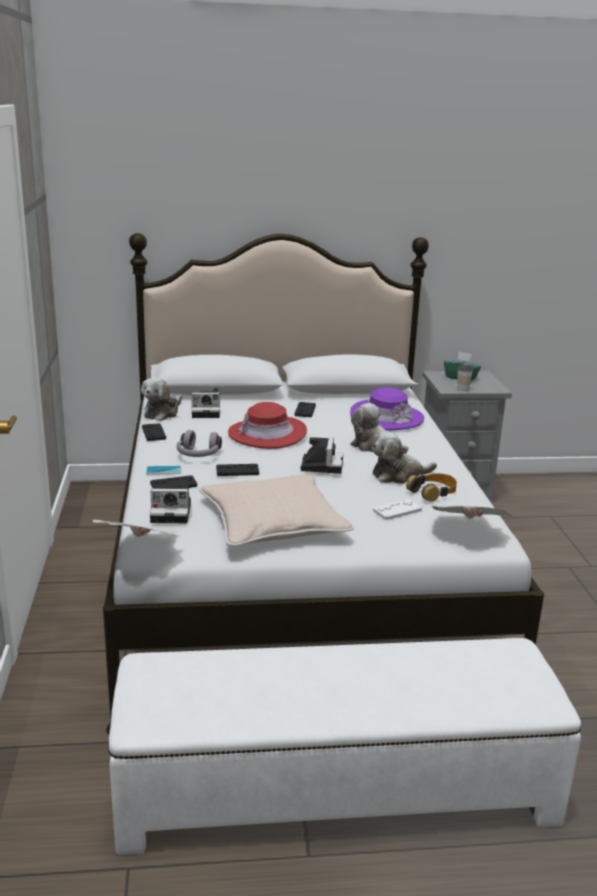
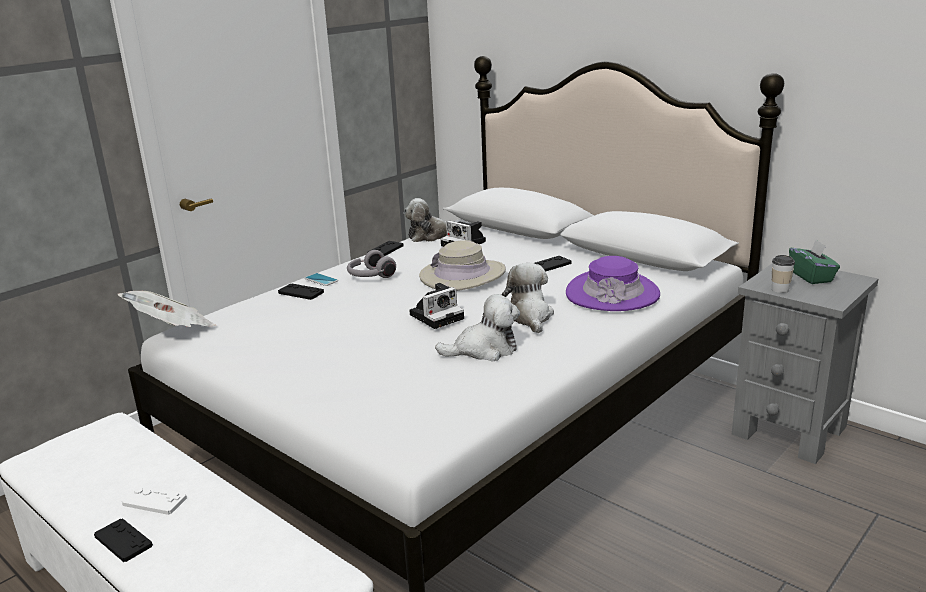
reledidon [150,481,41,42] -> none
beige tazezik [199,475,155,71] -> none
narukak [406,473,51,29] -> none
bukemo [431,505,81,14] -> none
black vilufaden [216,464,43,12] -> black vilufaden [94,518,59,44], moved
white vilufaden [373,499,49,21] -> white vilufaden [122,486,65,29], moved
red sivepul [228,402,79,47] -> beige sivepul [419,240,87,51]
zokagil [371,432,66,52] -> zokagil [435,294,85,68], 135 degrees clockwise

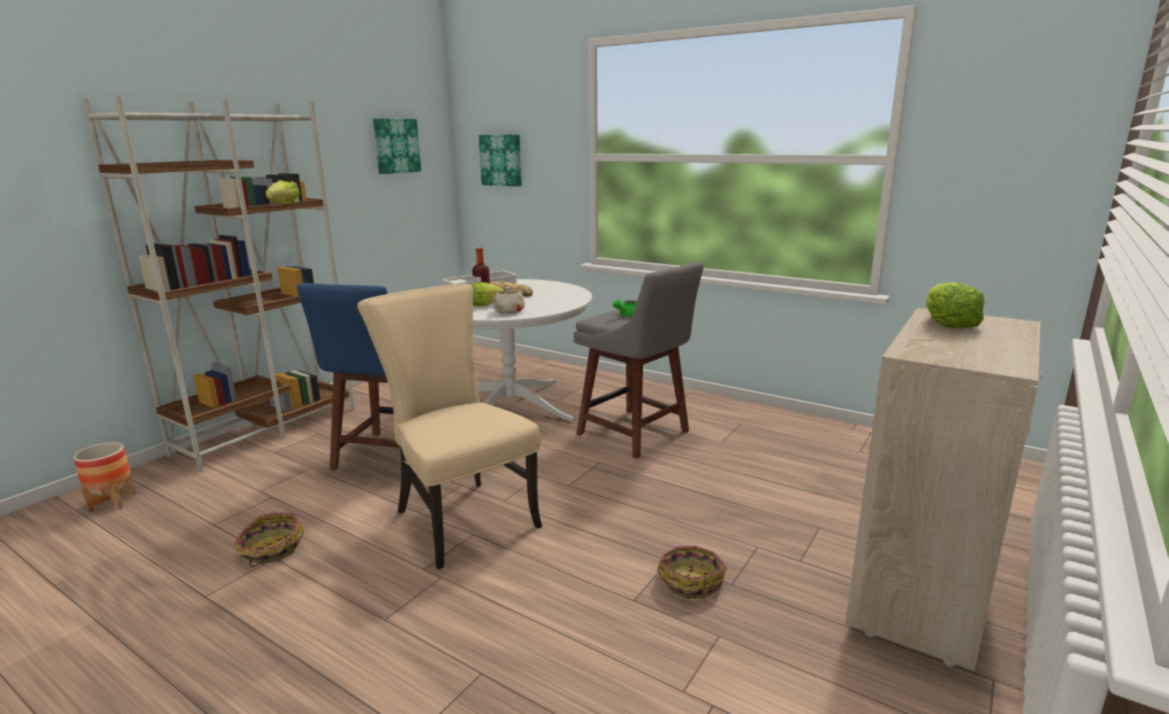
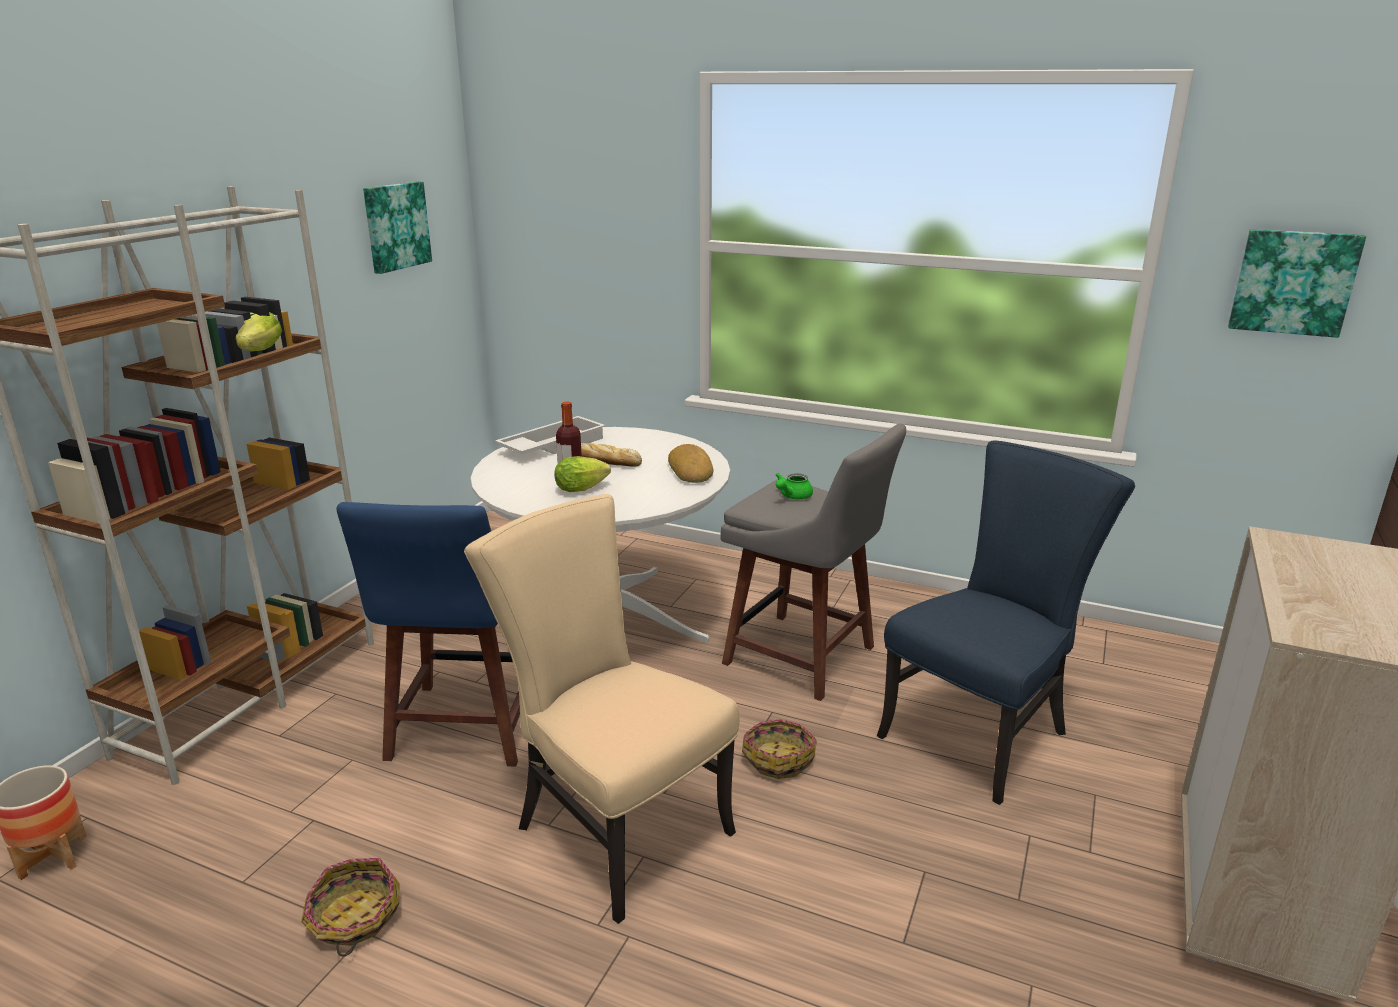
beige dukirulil [492,287,33,27] -> none
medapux [926,282,59,47] -> none
none -> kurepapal [668,444,46,39]
none -> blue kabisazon [877,441,258,364]
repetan [479,134,43,52] -> repetan [1228,229,138,109], moved
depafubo [657,546,70,53] -> depafubo [742,719,75,60], moved

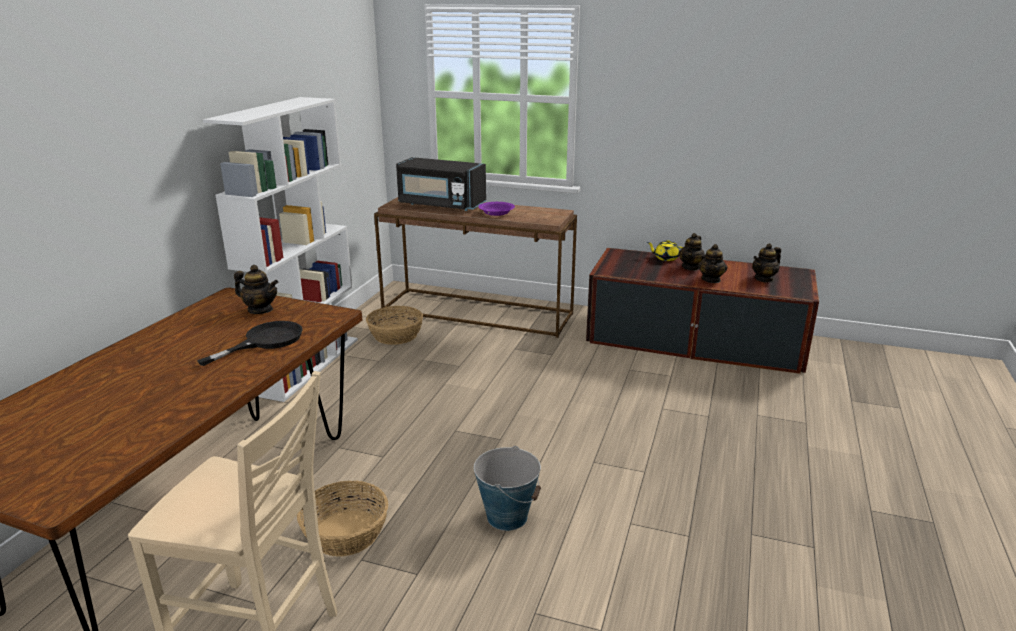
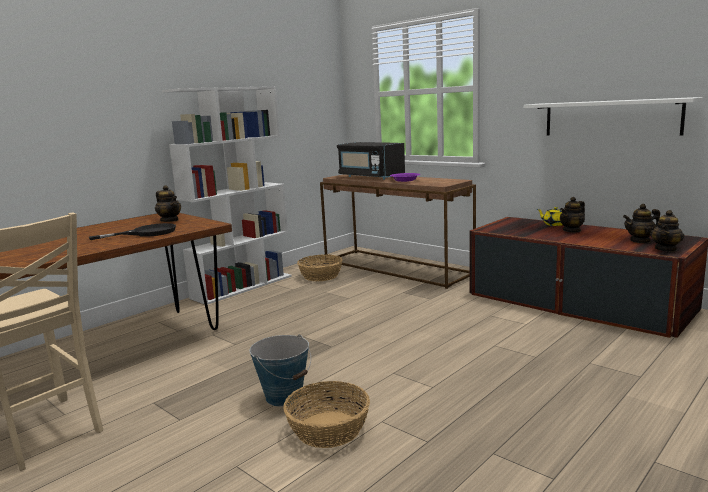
none -> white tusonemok [523,97,180,39]
depafubo [297,481,91,76] -> depafubo [283,381,87,67], moved
dukirulil [698,244,30,39] -> dukirulil [650,210,35,42], moved

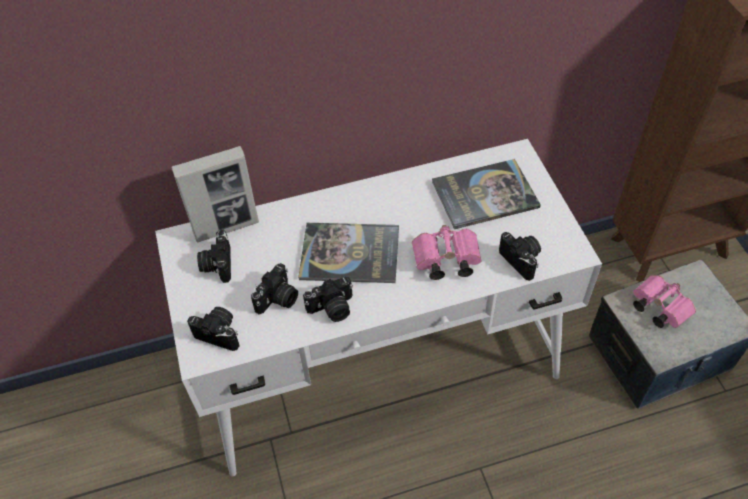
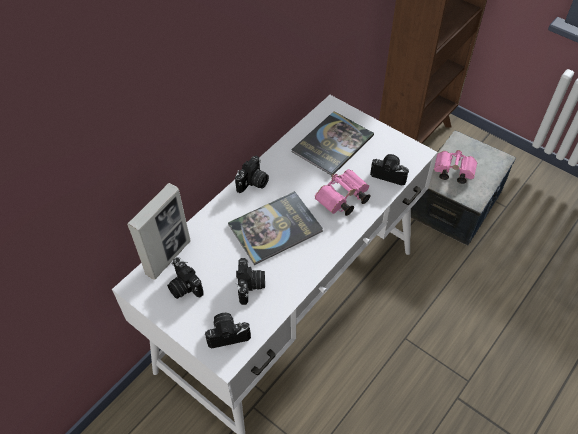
reledidon [303,277,50,45] -> reledidon [235,156,34,37], moved

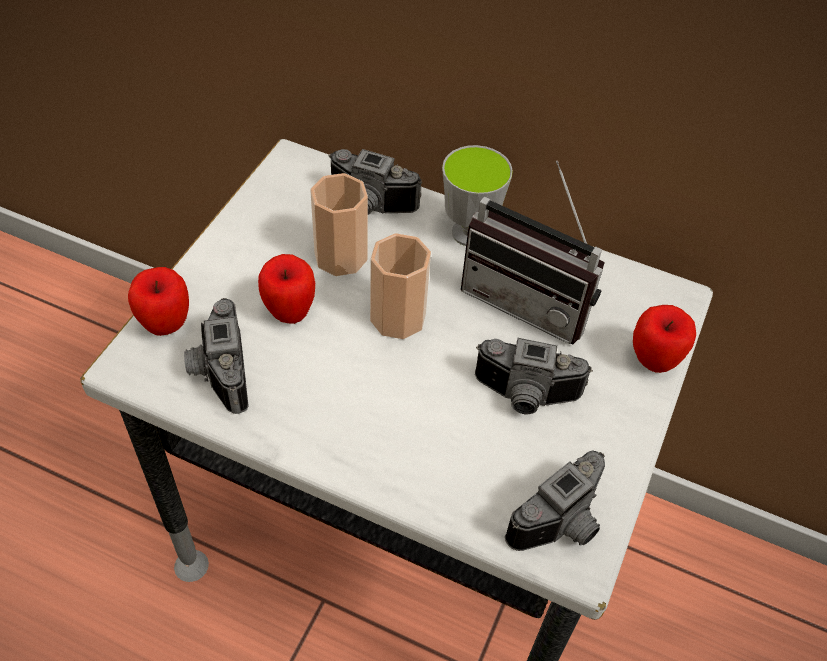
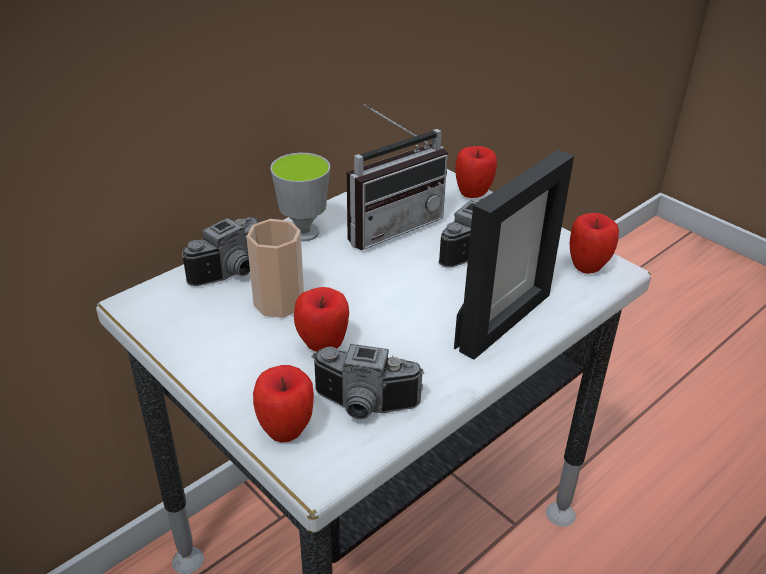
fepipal [370,233,61,106] -> none
none -> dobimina [454,150,120,210]
reledidon [505,450,100,101] -> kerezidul [570,213,49,61]

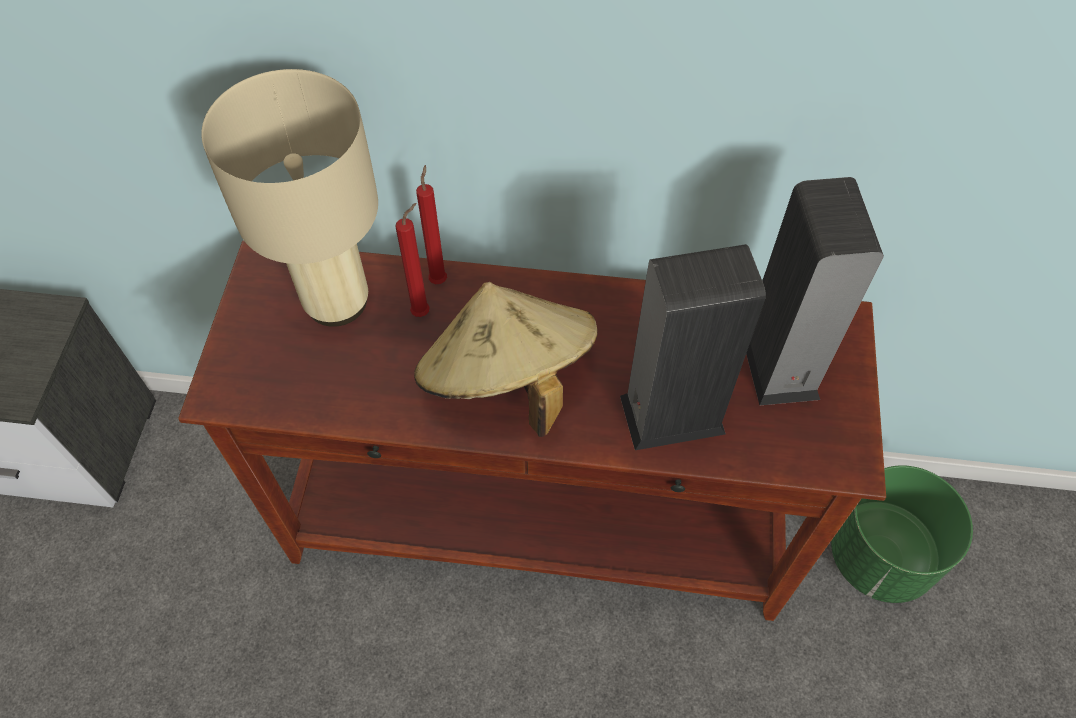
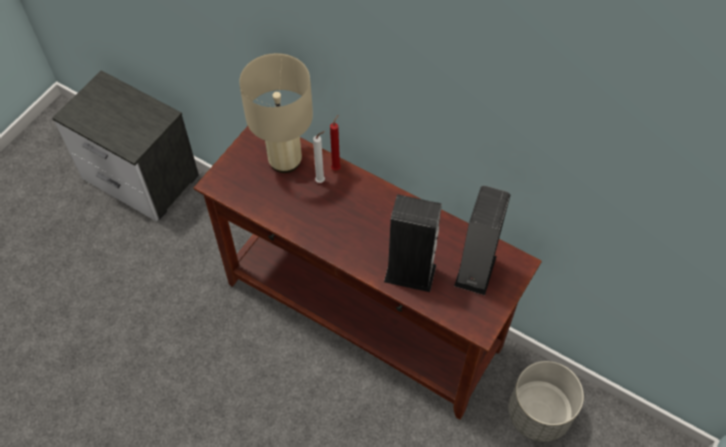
beige sivepul [414,282,183,155] -> none
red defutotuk [395,203,35,114] -> white defutotuk [313,131,12,52]
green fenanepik [831,465,142,138] -> grey fenanepik [508,361,76,81]

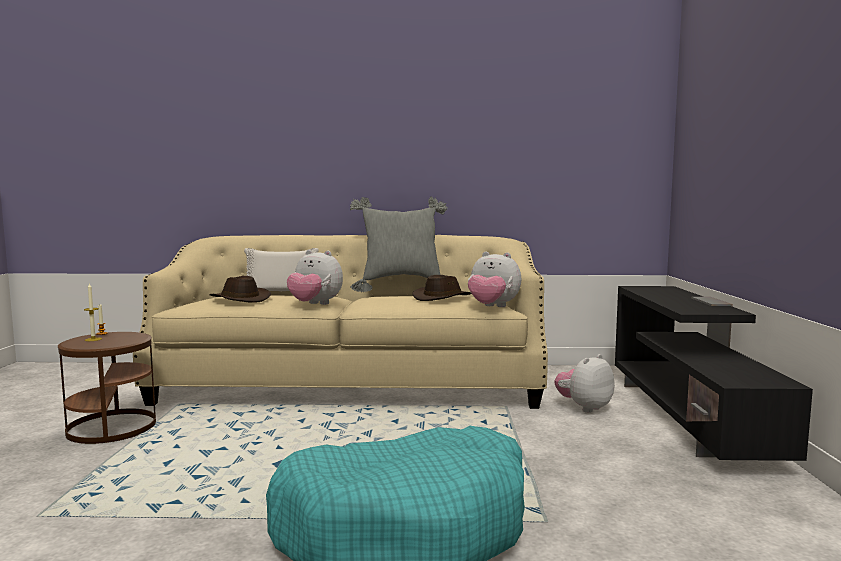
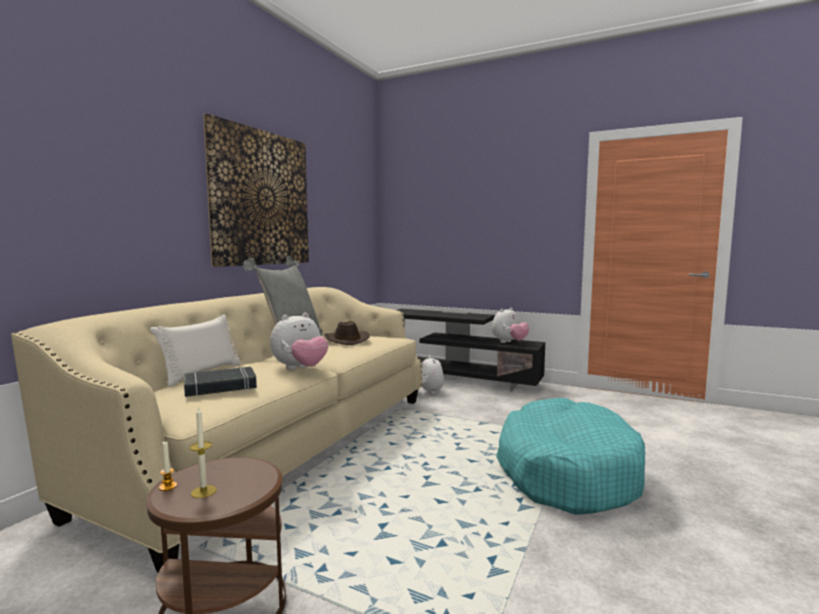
none -> repetan [203,113,106,154]
zokagil [468,252,53,55] -> zokagil [492,308,37,35], moved
brown sivepul [210,276,61,27] -> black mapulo [184,367,73,30]

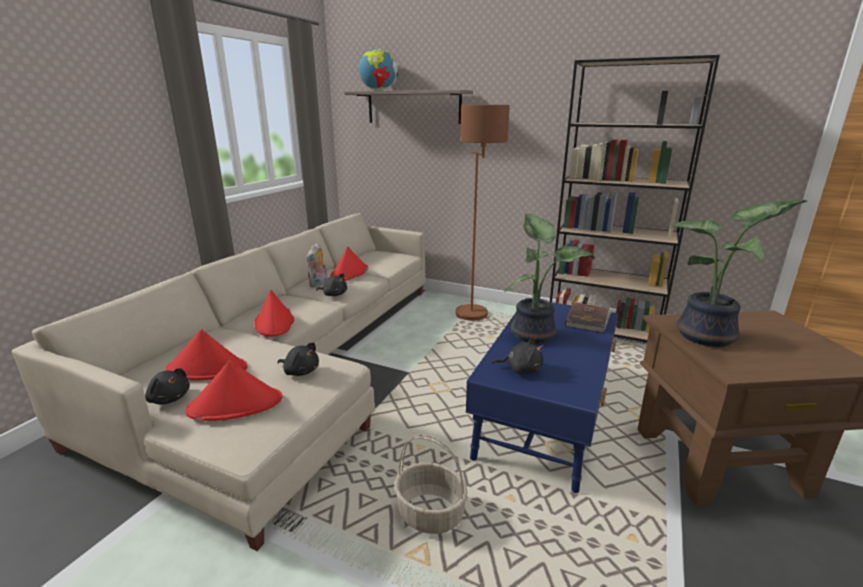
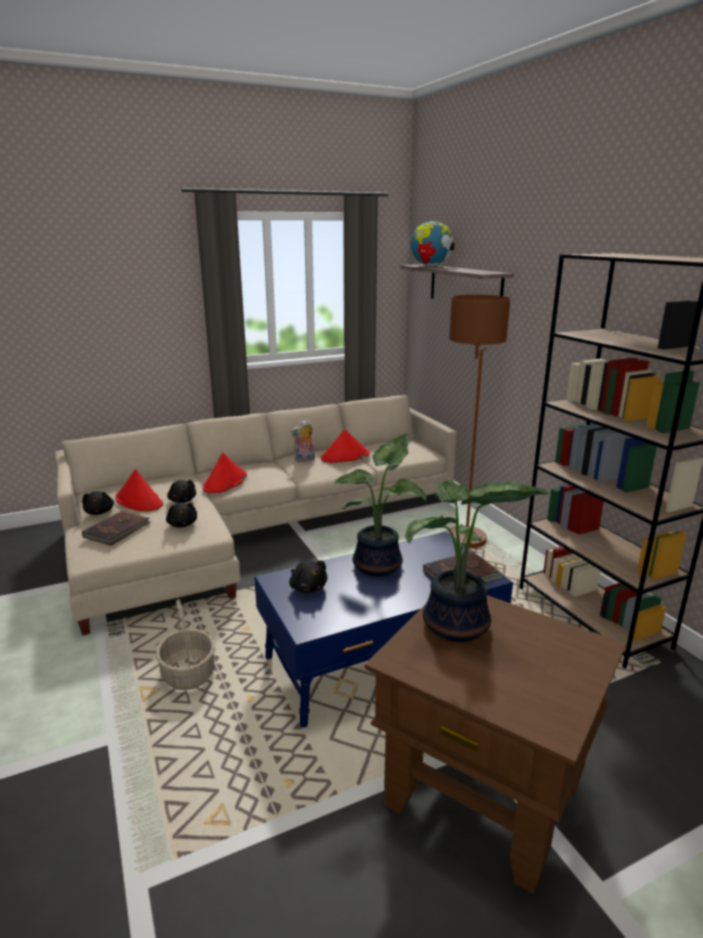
black zokagil [316,273,31,23] -> black zokagil [167,480,29,23], moved
red sivepul [185,360,97,61] -> brown mapulo [82,511,69,34]

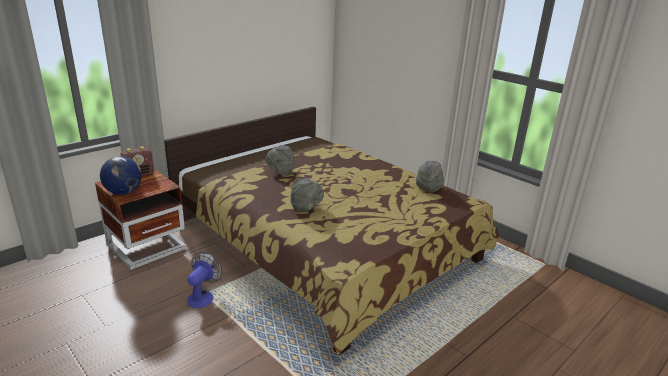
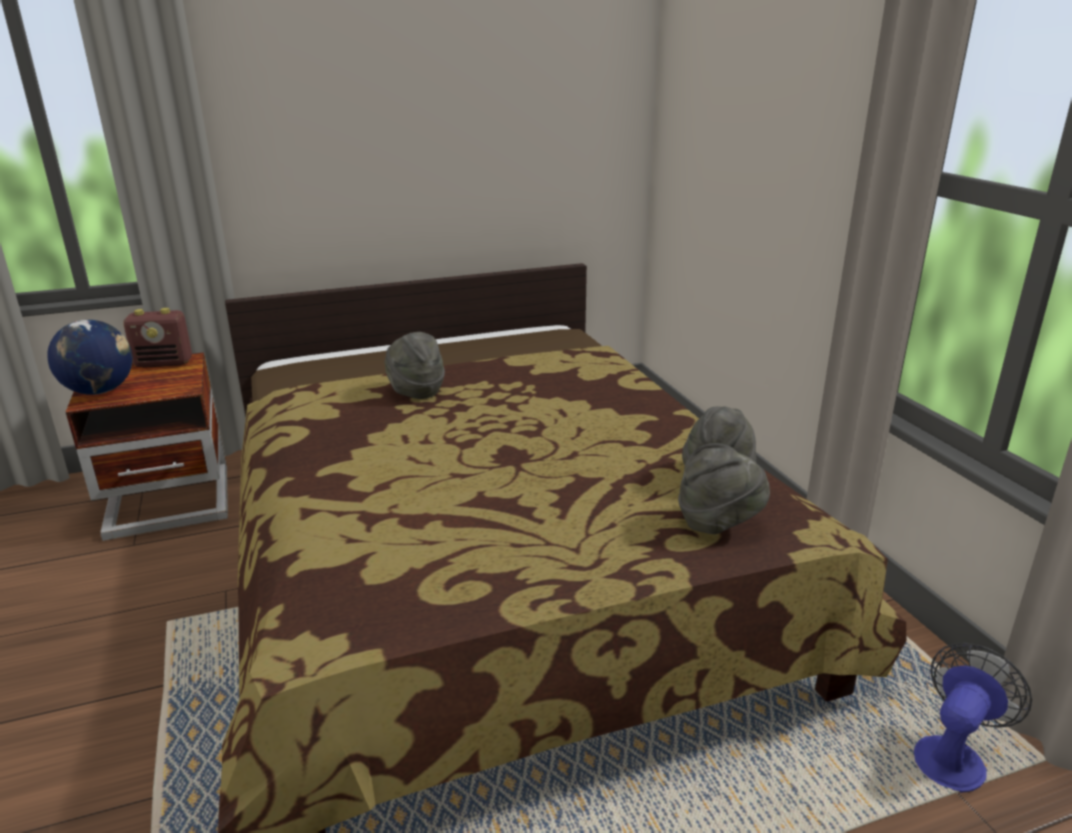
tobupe [187,252,36,56] -> tobupe [914,643,118,150], moved
grey sivepul [290,177,34,35] -> grey sivepul [678,443,92,91], moved

